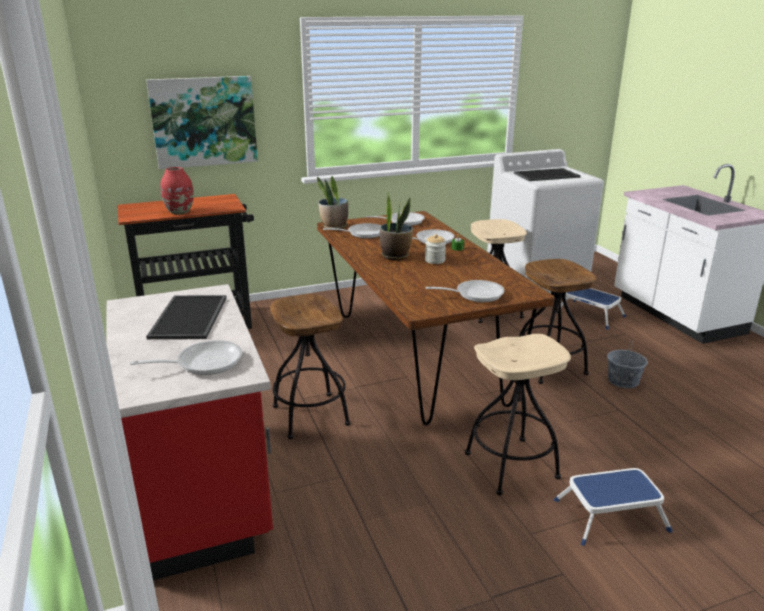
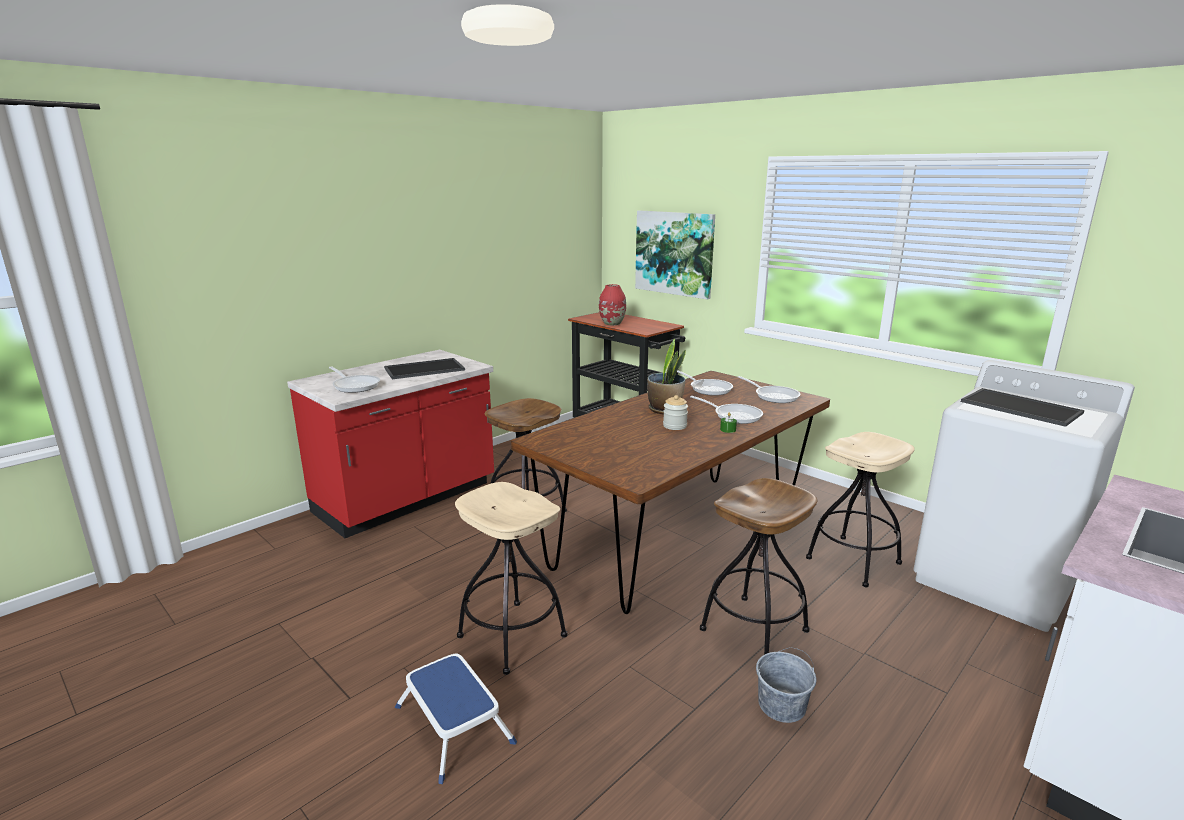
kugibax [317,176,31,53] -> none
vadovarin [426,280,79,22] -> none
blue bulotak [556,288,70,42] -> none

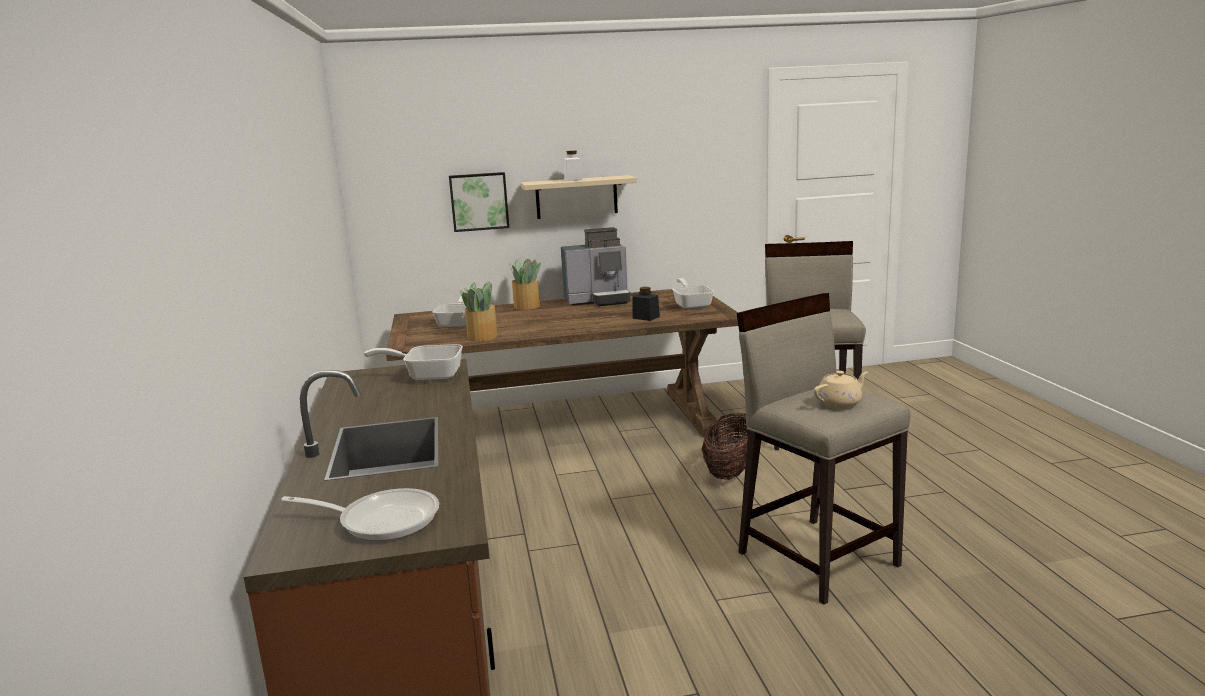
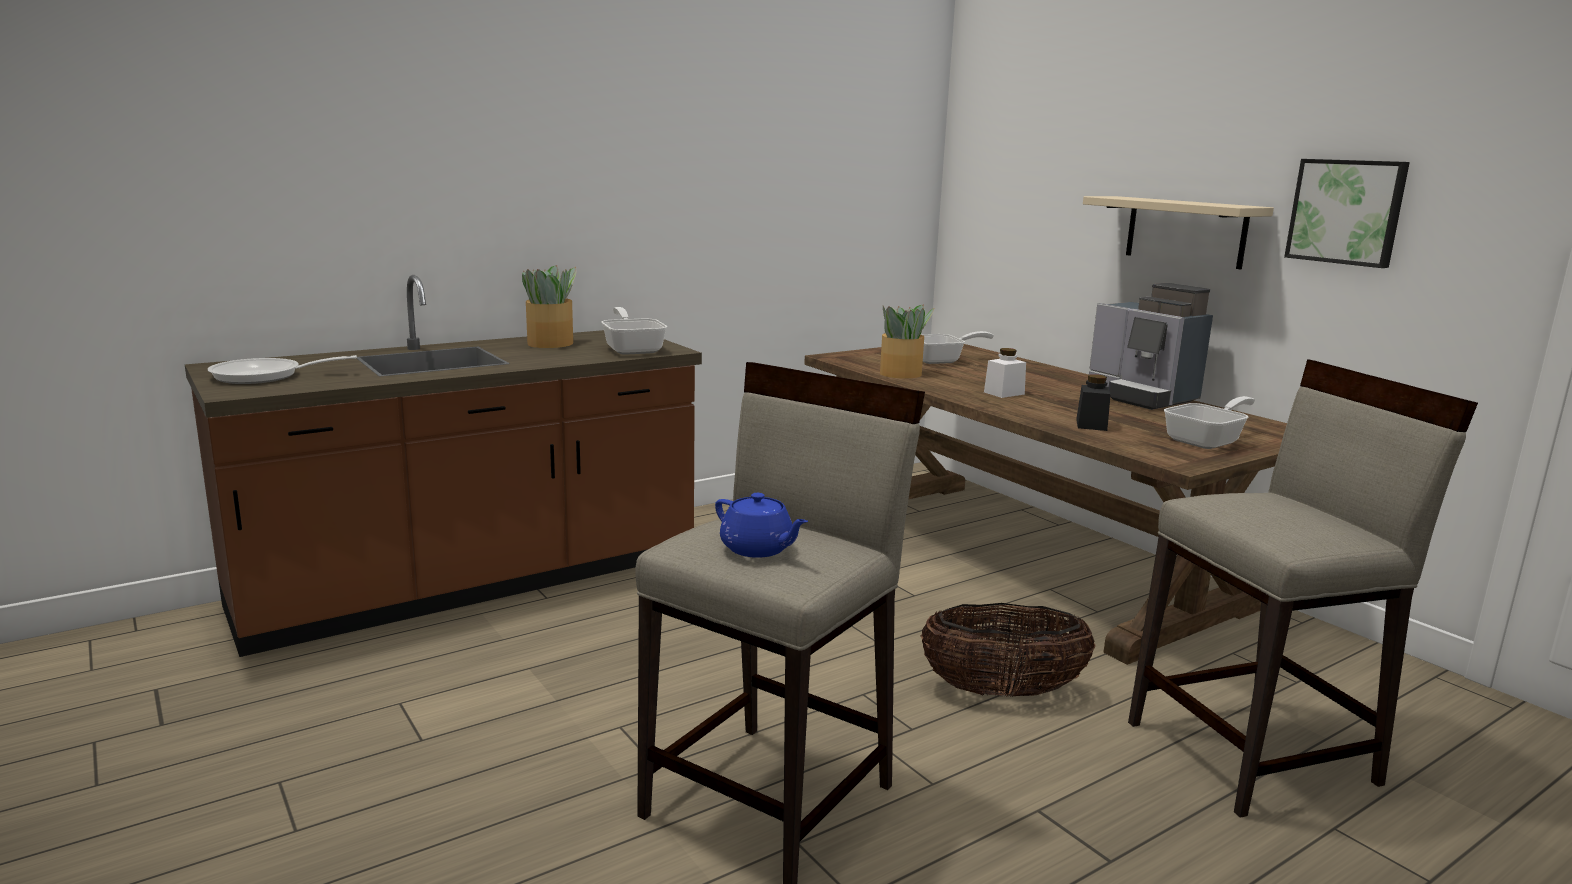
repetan [449,172,60,60] -> repetan [1284,159,126,109], moved
kugibax [509,259,32,51] -> kugibax [522,265,55,83], moved
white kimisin [564,151,18,30] -> white kimisin [984,348,42,50], moved
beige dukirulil [813,371,55,37] -> blue dukirulil [715,493,93,65]
vadovarin [281,488,158,53] -> vadovarin [208,355,149,29], 90 degrees clockwise

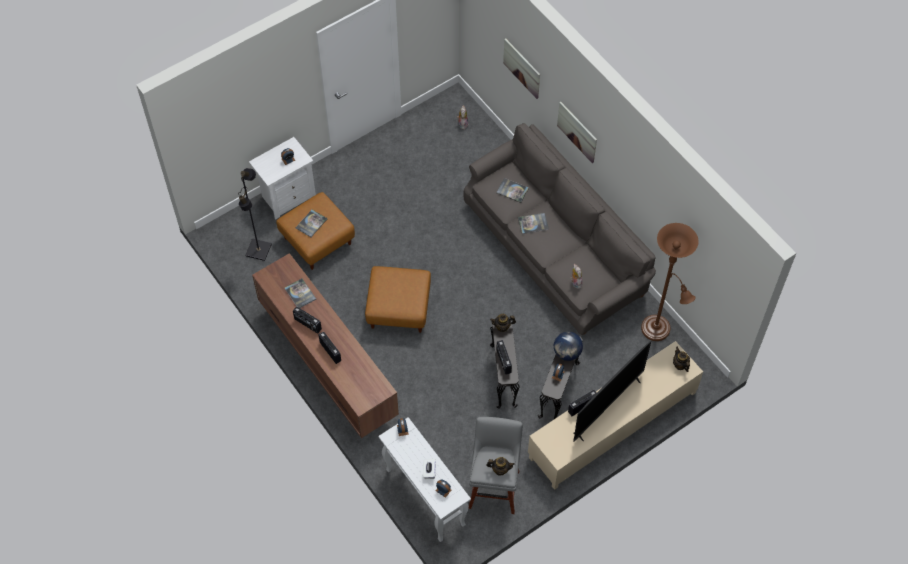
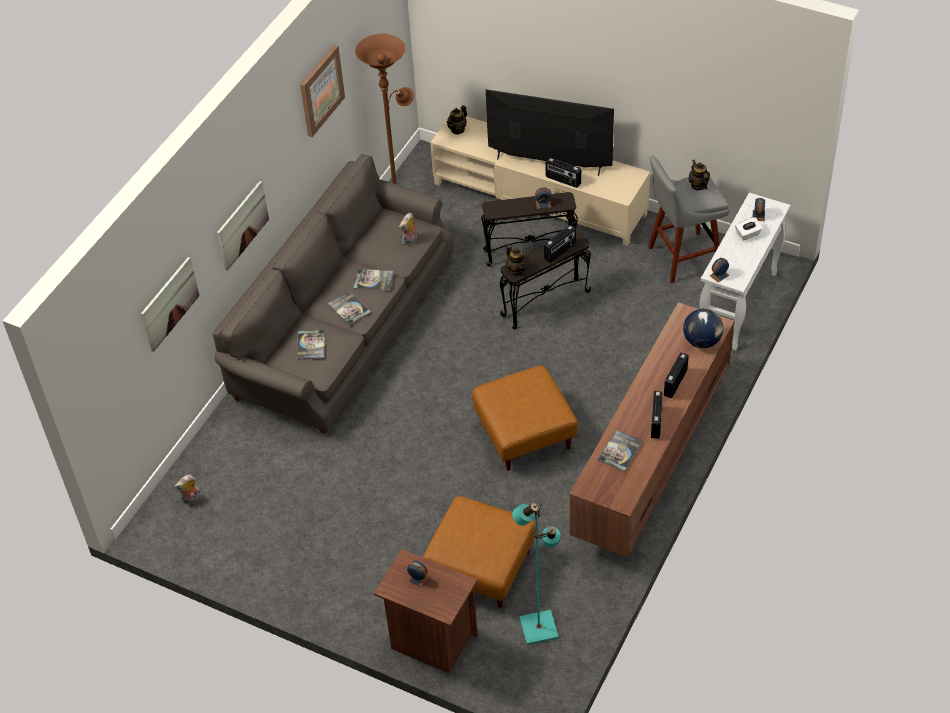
none -> repetan [300,45,45,92]
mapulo [295,210,33,27] -> mapulo [353,269,41,22], moved
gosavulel [554,332,29,29] -> gosavulel [683,309,40,39], moved
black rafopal [238,168,34,93] -> turquoise rafopal [512,503,49,142]
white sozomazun [249,137,67,83] -> brown sozomazun [374,549,104,124]

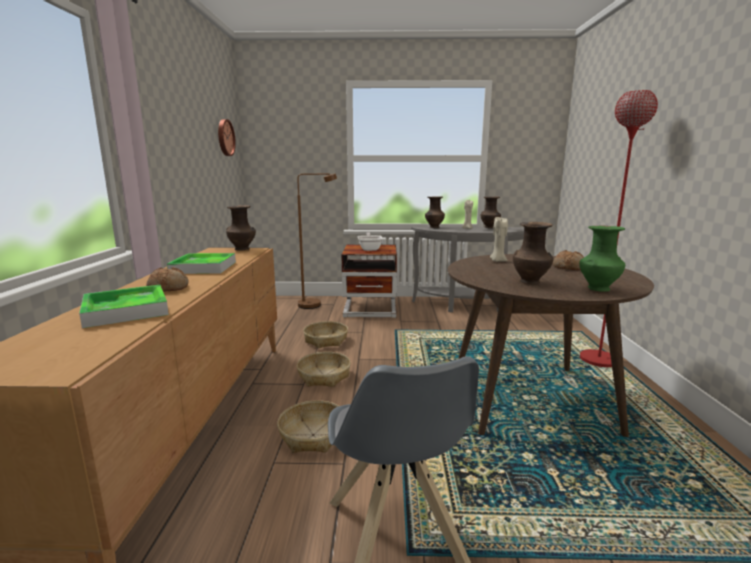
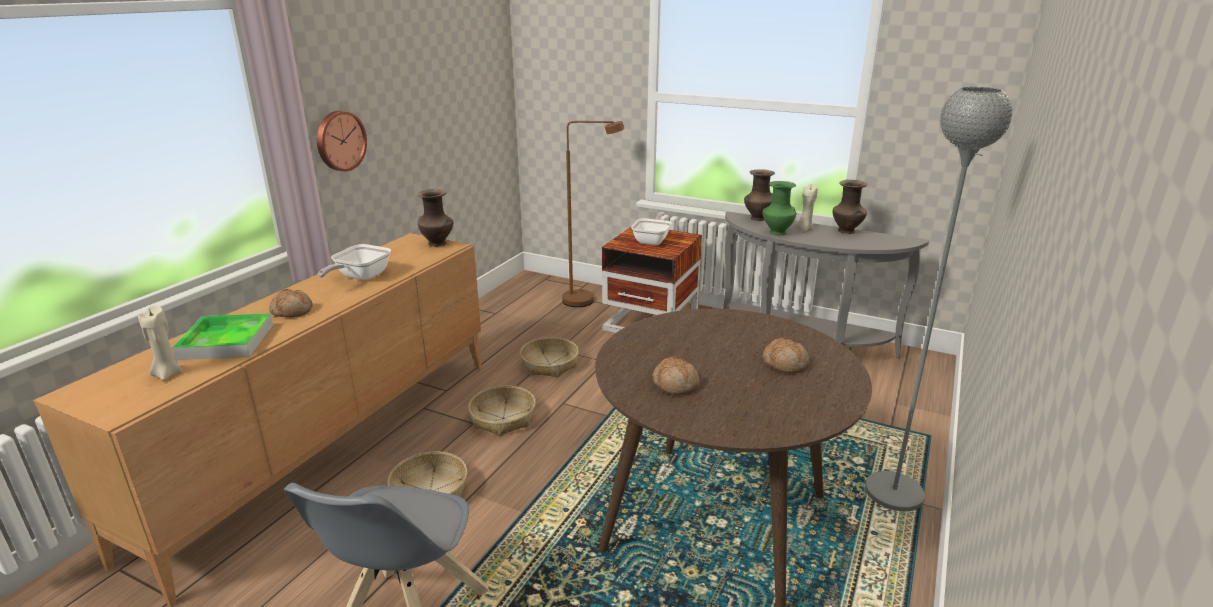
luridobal [218,119,18,37] -> luridobal [317,111,50,60], moved
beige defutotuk [490,217,18,45] -> beige defutotuk [138,305,45,75], moved
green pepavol [579,226,46,66] -> green pepavol [763,181,33,55], moved
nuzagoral [167,253,69,21] -> vadovarin [318,244,73,36]
brown pepavol [513,222,41,62] -> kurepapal [653,357,47,38]
red rafopal [580,90,78,277] -> grey rafopal [865,87,147,424]

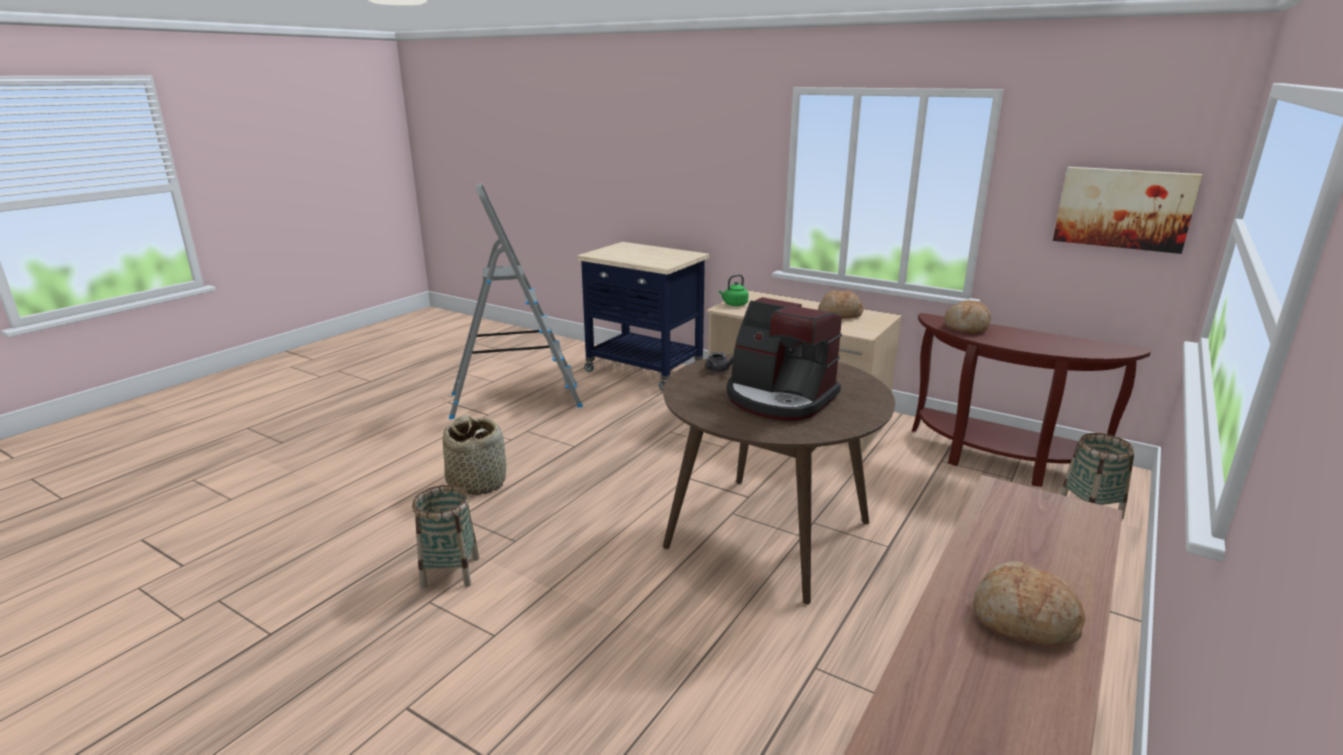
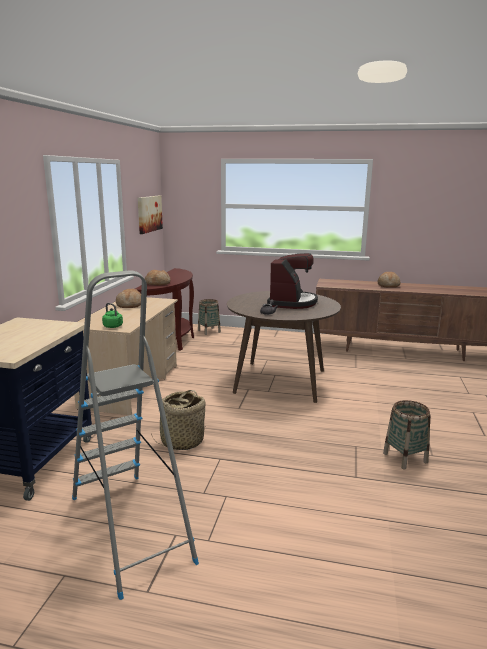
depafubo [443,415,63,80] -> depafubo [151,390,56,60], moved

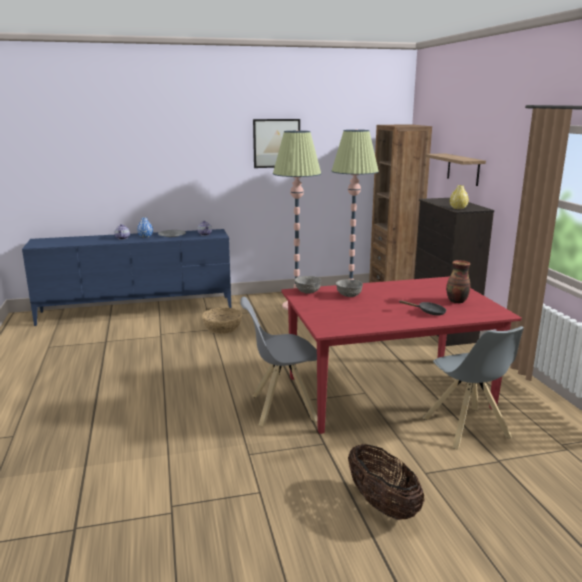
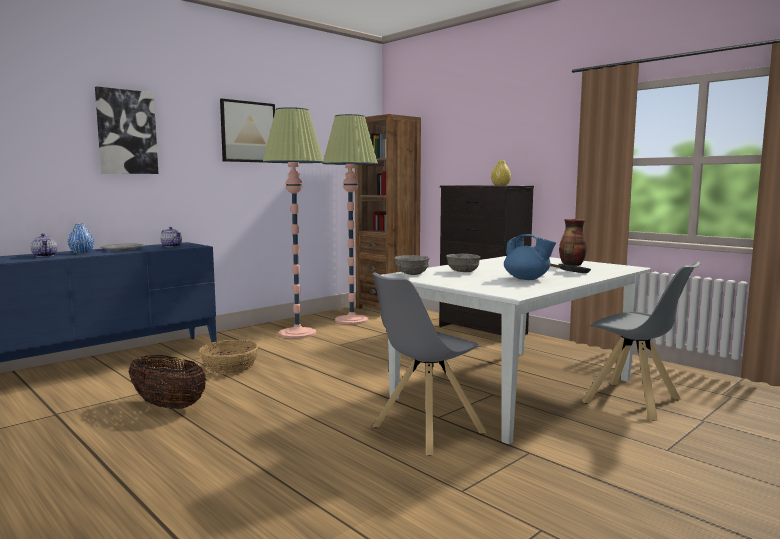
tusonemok [425,153,61,33] -> none
none -> repetan [95,86,63,88]
none -> blue dukirulil [504,234,52,46]
depafubo [348,444,77,76] -> depafubo [129,355,78,54], moved
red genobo [281,277,241,157] -> white genobo [382,256,269,189]

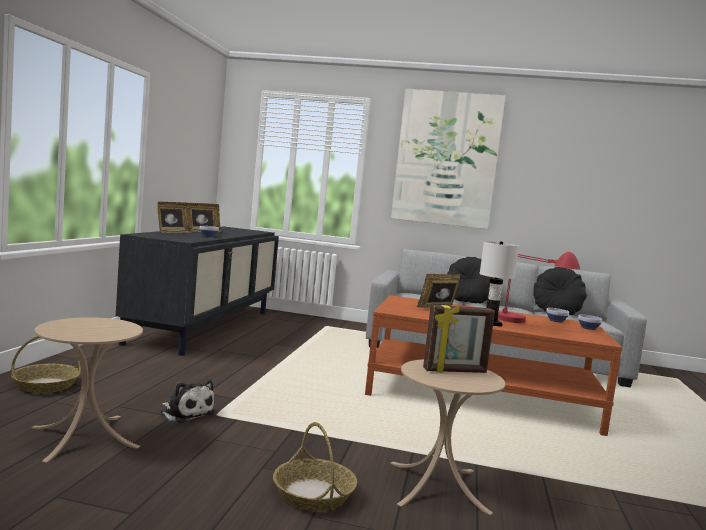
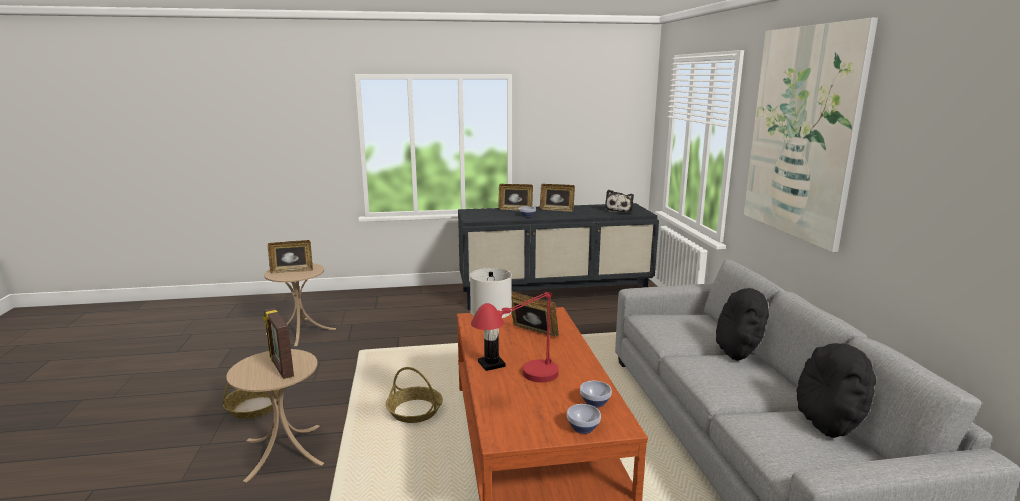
none -> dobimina [268,240,45,33]
depafubo [11,336,70,57] -> depafubo [386,367,57,56], moved
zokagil [161,380,54,43] -> zokagil [605,190,29,23], moved

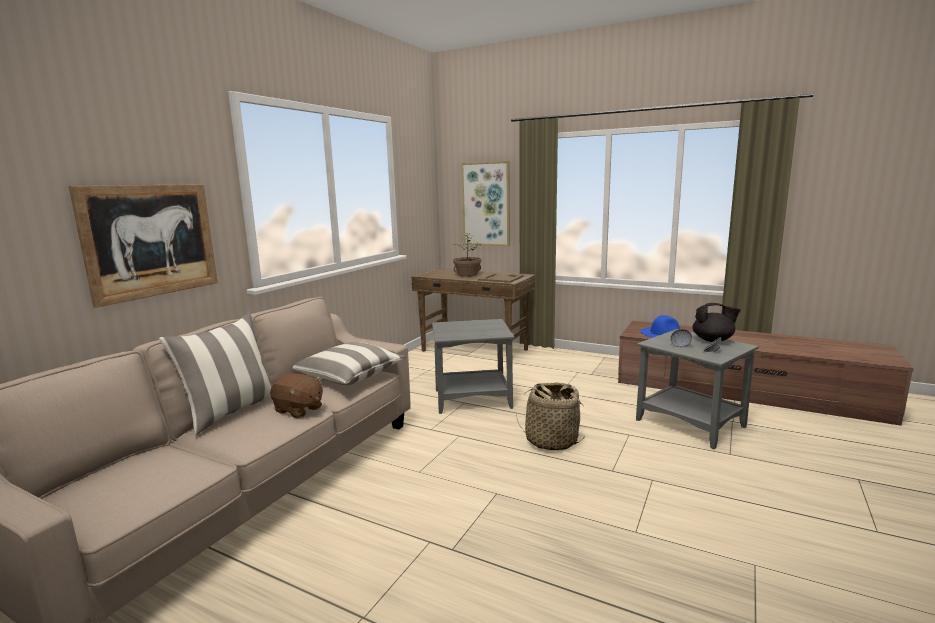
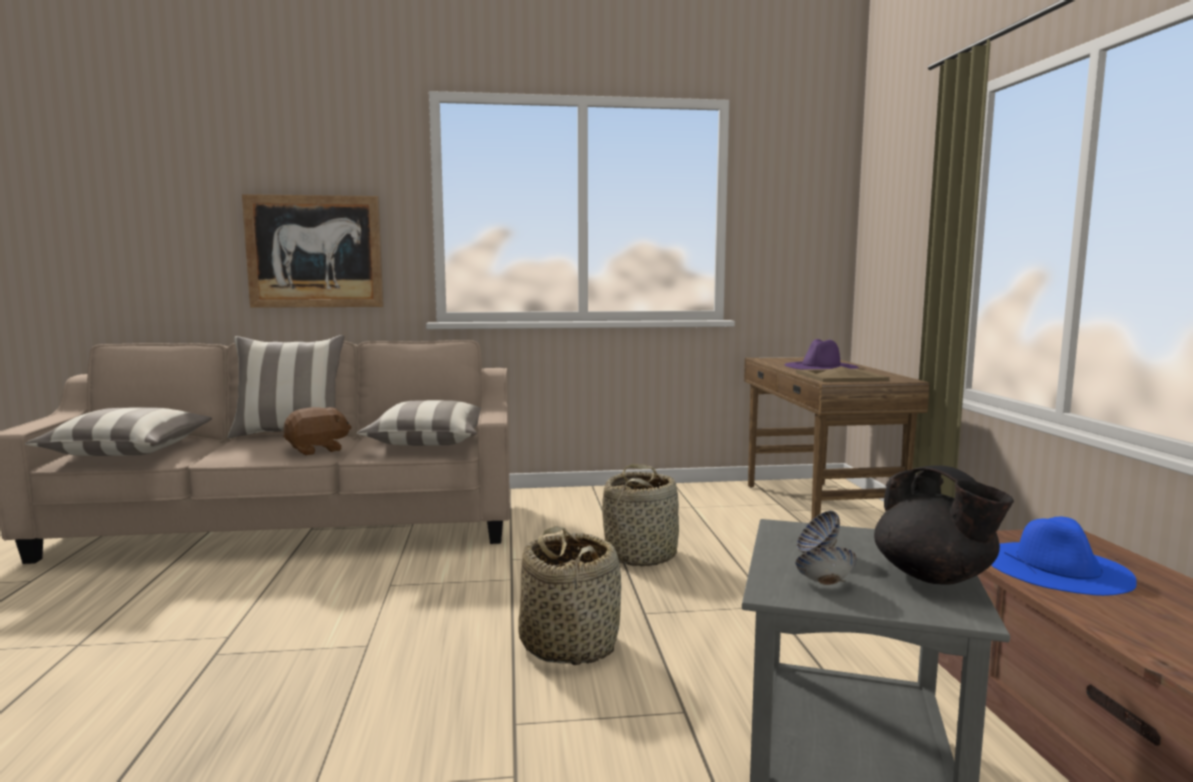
repetan [461,161,49,85] -> none
none -> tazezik [25,407,187,49]
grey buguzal [432,319,83,95] -> depafubo [602,464,77,102]
kugibax [453,233,28,44] -> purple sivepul [784,339,75,30]
brown zokagil [270,373,53,45] -> brown zokagil [283,407,68,48], 120 degrees counterclockwise

